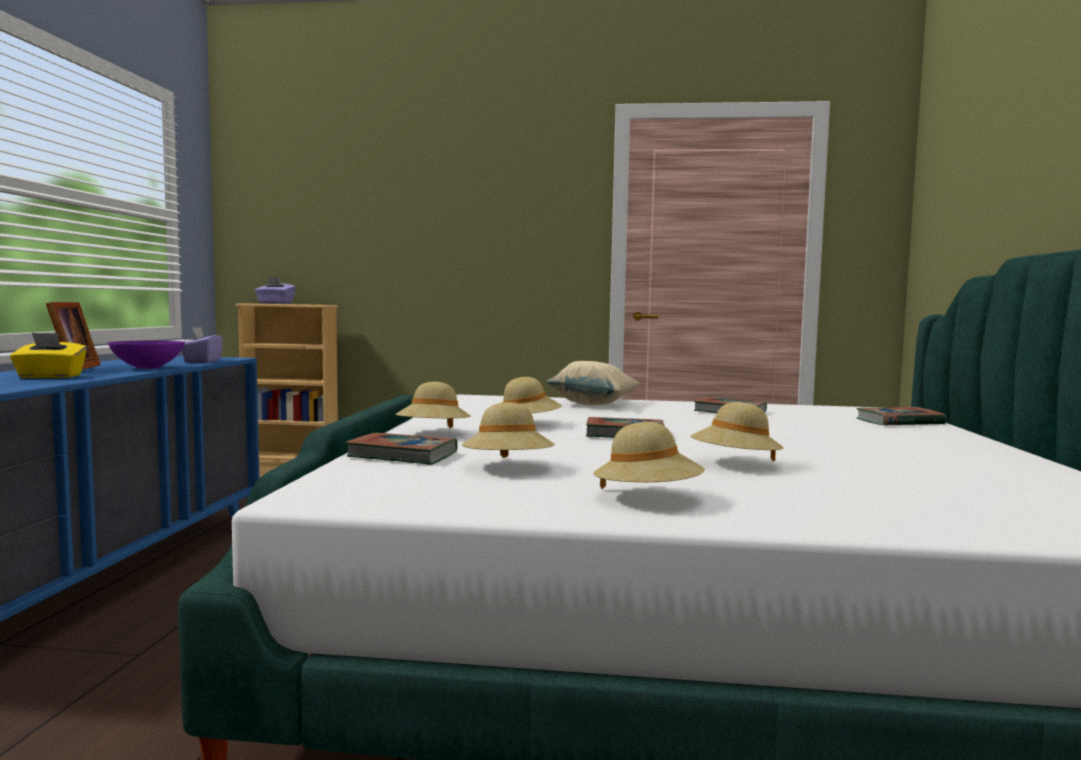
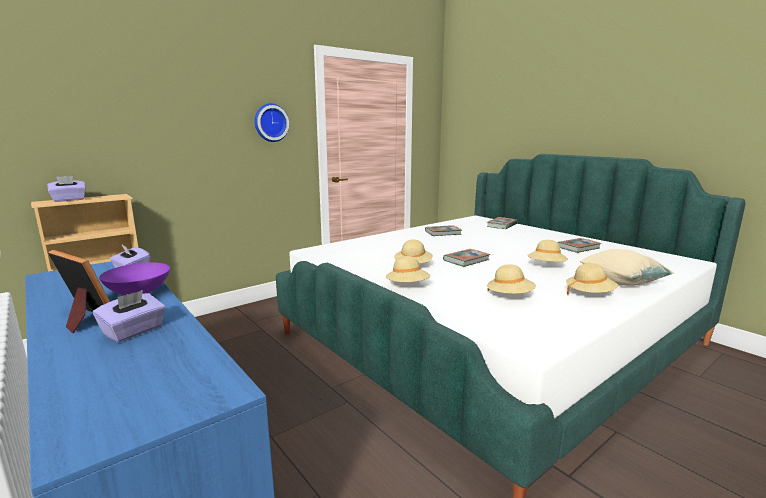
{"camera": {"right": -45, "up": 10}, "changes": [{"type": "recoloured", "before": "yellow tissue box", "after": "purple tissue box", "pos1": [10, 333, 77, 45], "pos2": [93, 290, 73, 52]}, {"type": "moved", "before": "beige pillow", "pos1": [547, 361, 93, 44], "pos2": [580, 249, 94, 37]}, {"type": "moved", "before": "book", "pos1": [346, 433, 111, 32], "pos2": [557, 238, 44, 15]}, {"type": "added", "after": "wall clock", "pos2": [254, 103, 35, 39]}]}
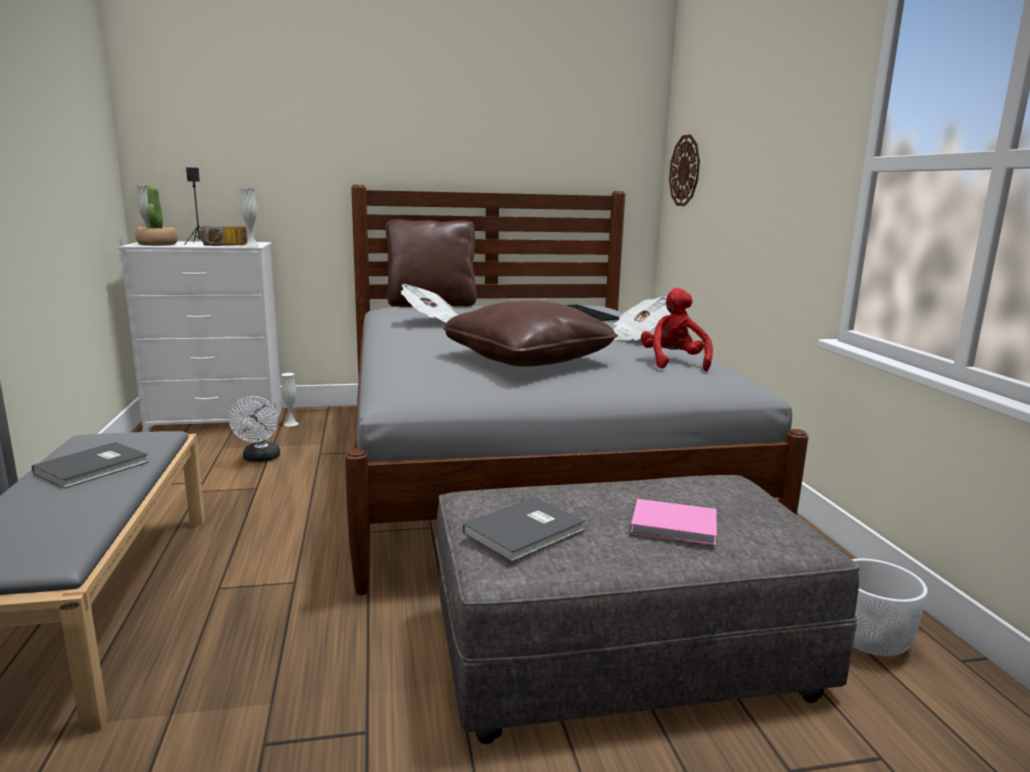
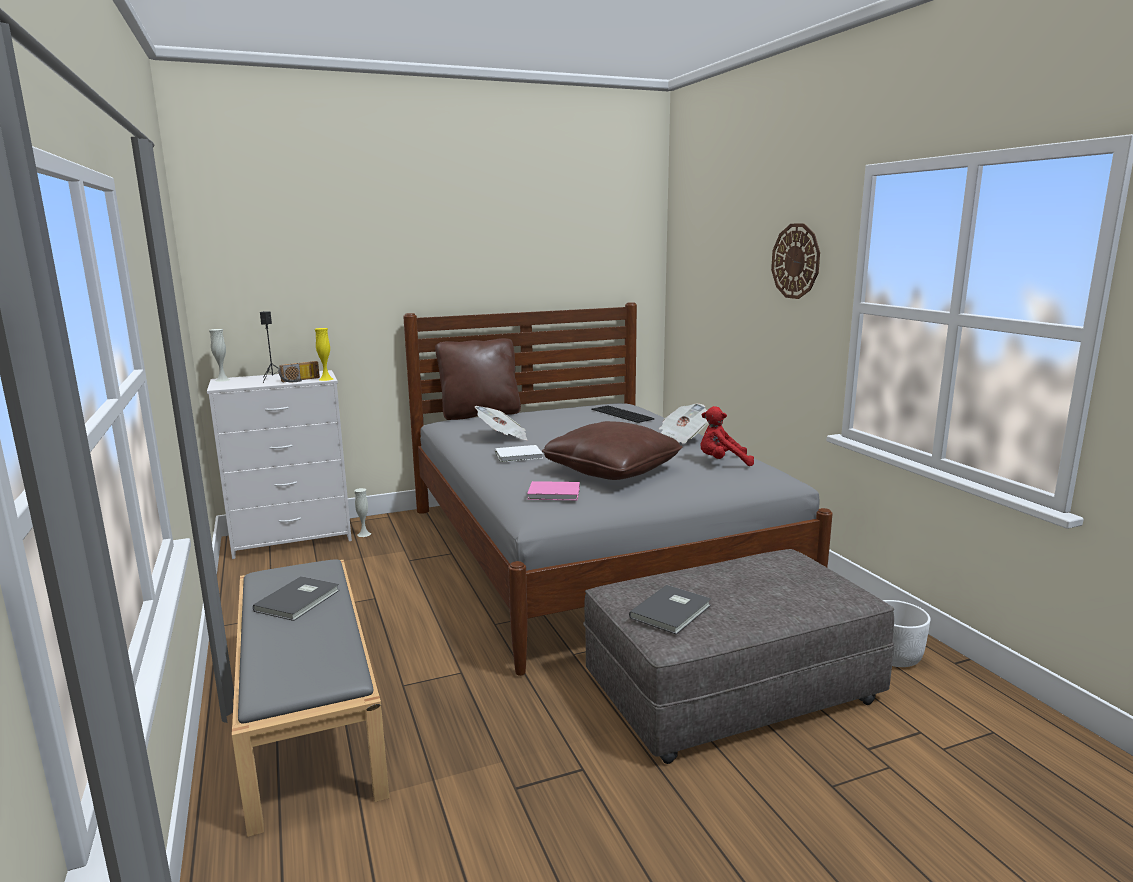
{"camera": {"right": -10, "up": 0}, "changes": [{"type": "moved", "before": "wall clock", "pos1": [669, 134, 31, 72], "pos2": [771, 223, 49, 76]}, {"type": "removed", "before": "potted plant", "pos1": [136, 186, 42, 60]}, {"type": "recoloured", "before": "white vase", "after": "yellow vase", "pos1": [240, 188, 20, 59], "pos2": [315, 328, 18, 53]}, {"type": "turned", "before": "red plush toy", "pos1": [641, 288, 72, 83], "pos2": [700, 406, 54, 60], "turn": -75}, {"type": "removed", "before": "white fan", "pos1": [229, 396, 51, 66]}, {"type": "moved", "before": "pink book", "pos1": [631, 499, 86, 47], "pos2": [527, 481, 53, 19]}, {"type": "added", "after": "white book", "pos2": [495, 445, 48, 17]}]}
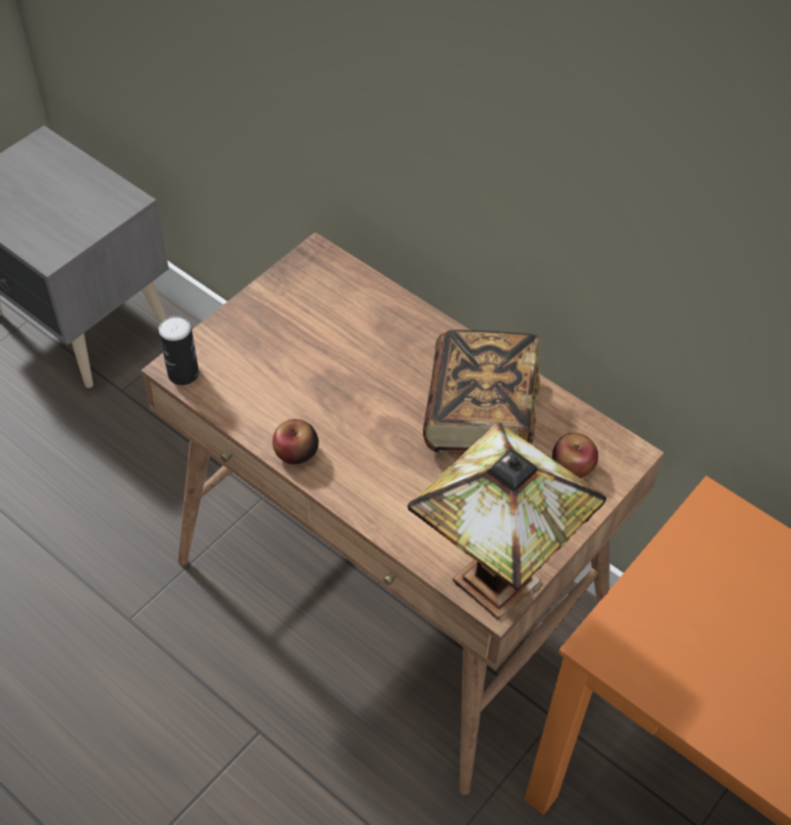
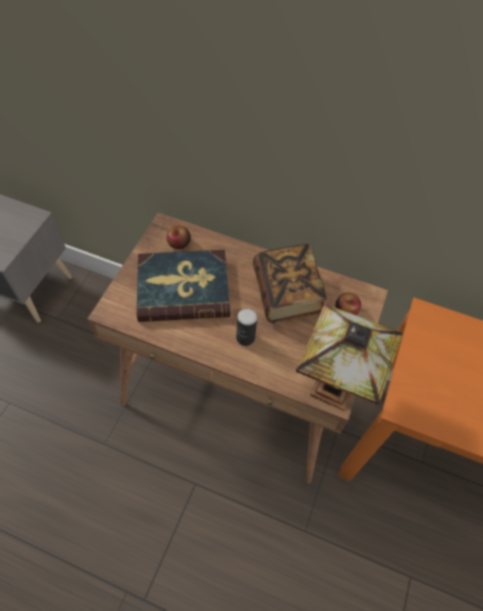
{"camera": {"right": -20, "up": 5}, "changes": [{"type": "moved", "before": "can", "pos1": [159, 316, 40, 69], "pos2": [236, 308, 21, 38]}, {"type": "moved", "before": "apple", "pos1": [273, 419, 46, 45], "pos2": [167, 226, 24, 23]}, {"type": "added", "after": "book", "pos2": [137, 250, 93, 72]}]}
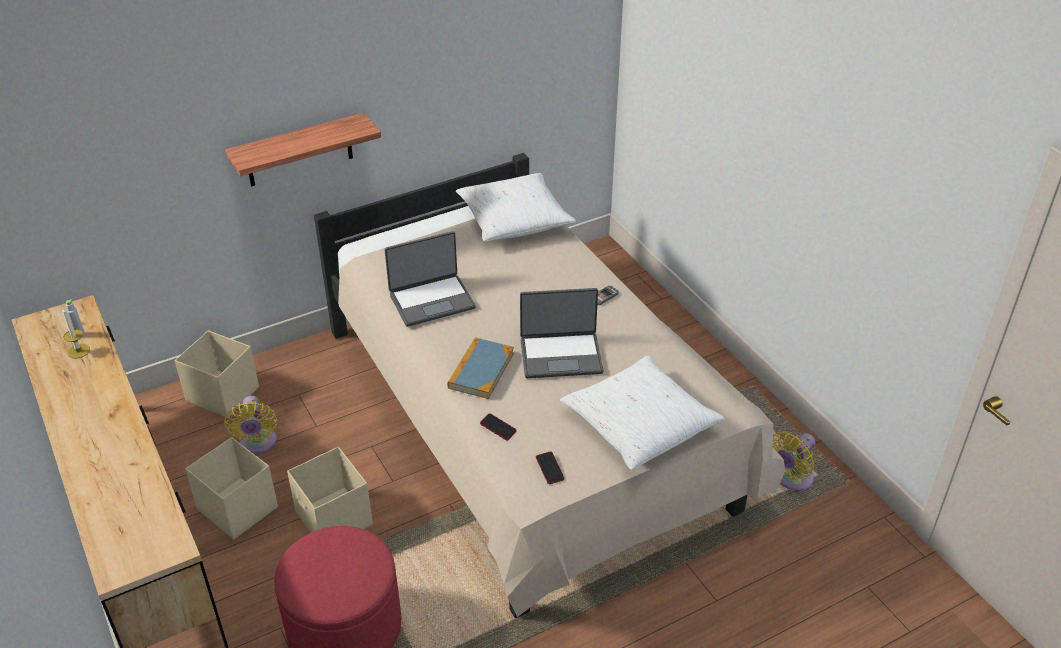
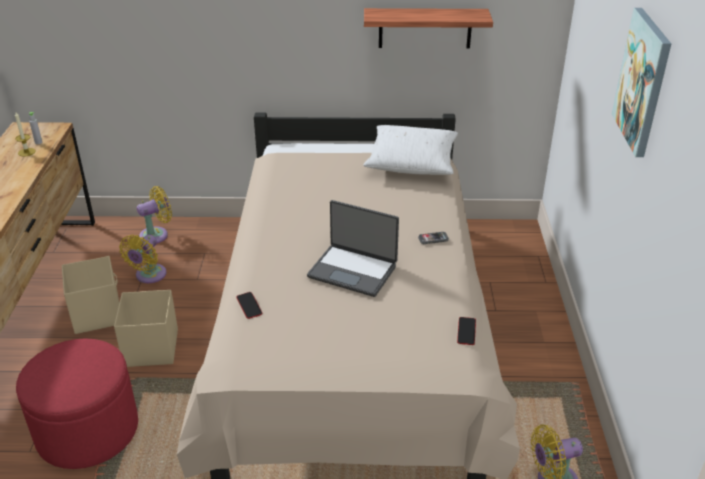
{"camera": {"right": 30, "up": -5}, "changes": [{"type": "moved", "before": "shelf", "pos1": [225, 113, 156, 73], "pos2": [364, 8, 129, 40]}, {"type": "removed", "before": "laptop", "pos1": [384, 231, 92, 96]}, {"type": "replaced", "before": "beige storage box", "after": "yellow fan", "pos1": [175, 330, 84, 88], "pos2": [137, 186, 35, 57]}, {"type": "removed", "before": "book", "pos1": [447, 337, 67, 62]}, {"type": "removed", "before": "white pillow", "pos1": [560, 355, 165, 115]}, {"type": "moved", "before": "phone", "pos1": [536, 451, 28, 33], "pos2": [457, 317, 19, 28]}, {"type": "added", "after": "picture", "pos2": [612, 8, 59, 149]}]}
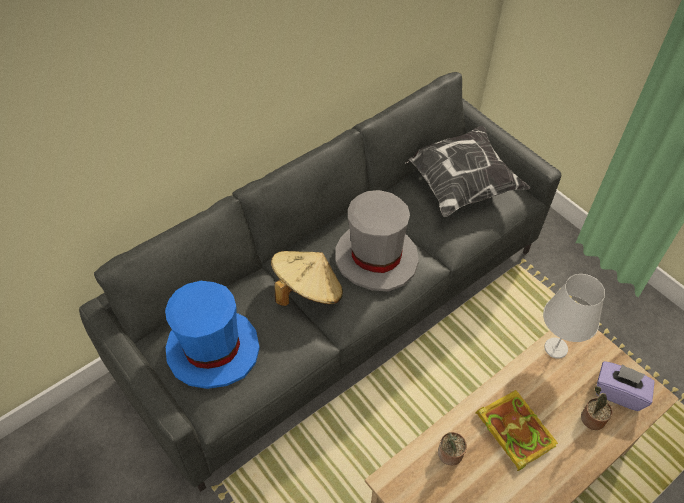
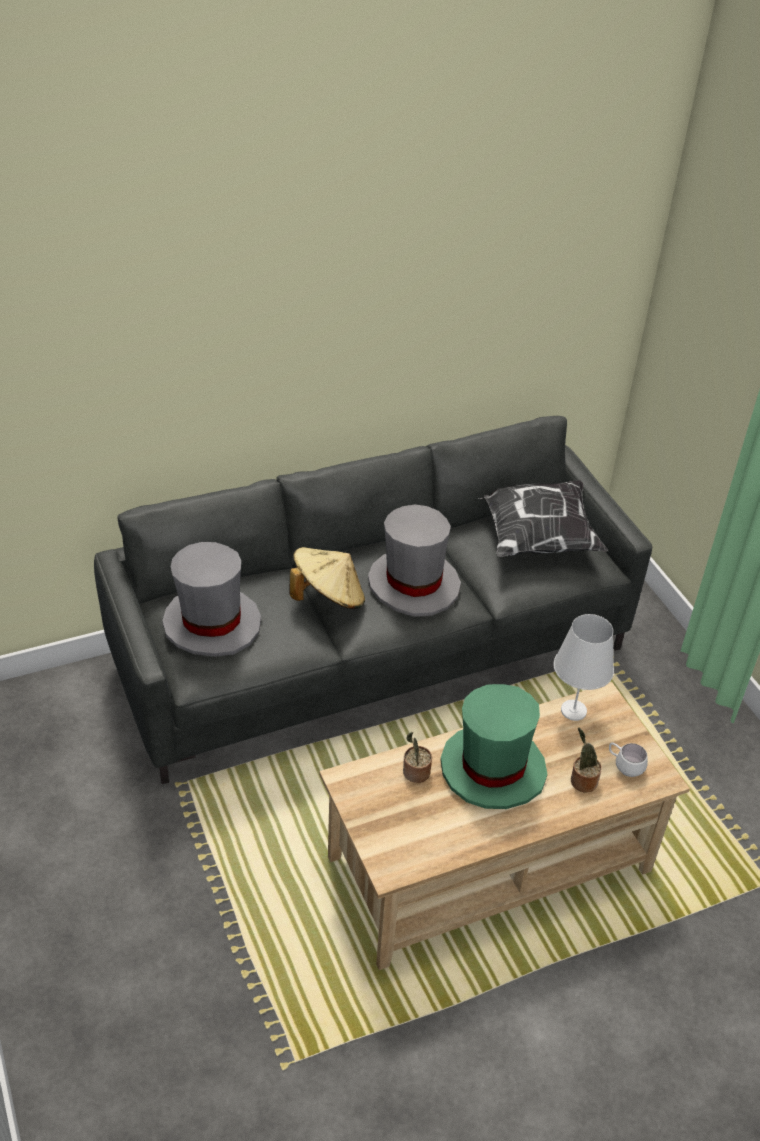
{"camera": {"right": 15, "up": -10}, "changes": [{"type": "recoloured", "before": "blue hat", "after": "grey hat", "pos1": [165, 281, 95, 108], "pos2": [162, 542, 99, 115]}, {"type": "replaced", "before": "purple tissue box", "after": "white mug", "pos1": [596, 361, 59, 50], "pos2": [609, 742, 39, 35]}, {"type": "replaced", "before": "book", "after": "green hat", "pos1": [475, 390, 83, 81], "pos2": [440, 684, 107, 125]}]}
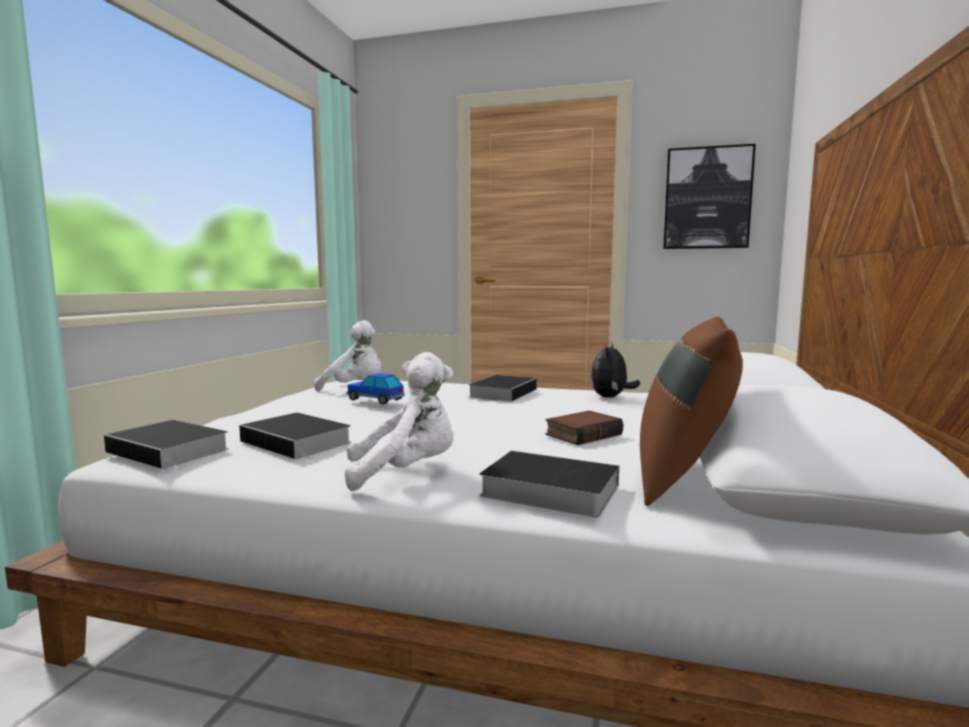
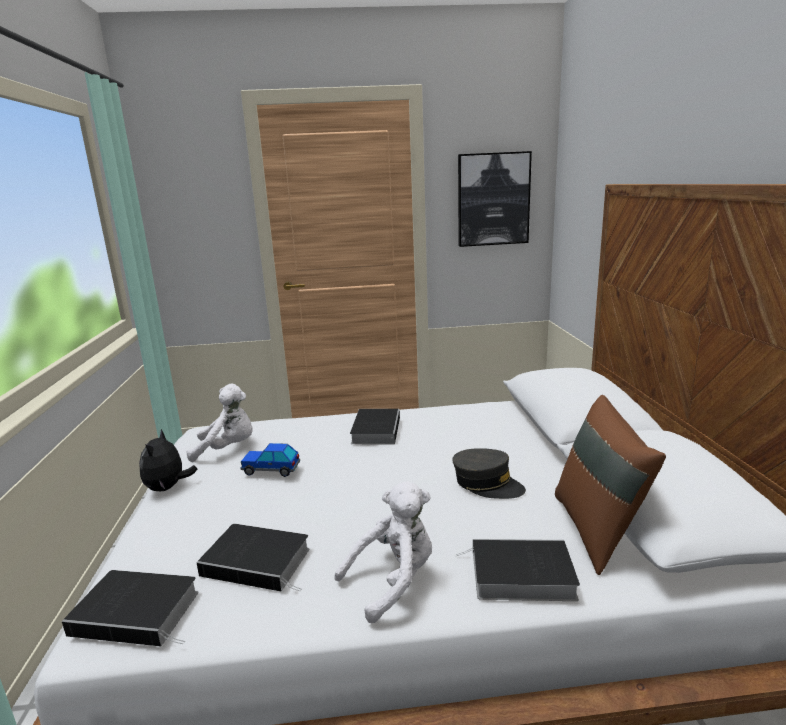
{"camera": {"right": -20, "up": 10}, "changes": [{"type": "moved", "before": "plush toy", "pos1": [591, 343, 49, 55], "pos2": [139, 429, 58, 62]}, {"type": "replaced", "before": "book", "after": "grey cap", "pos1": [545, 411, 78, 34], "pos2": [452, 448, 74, 51]}]}
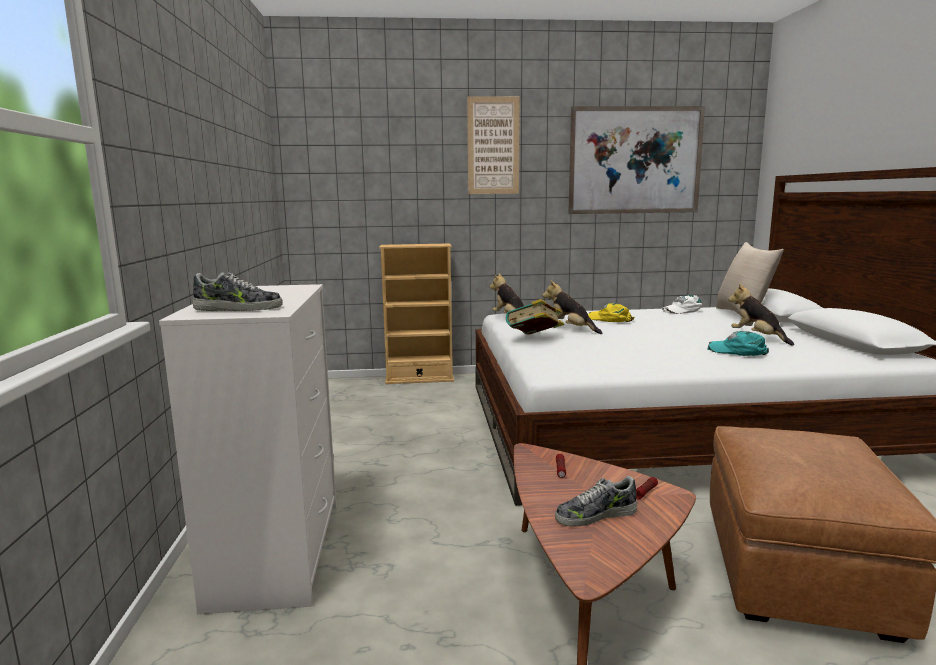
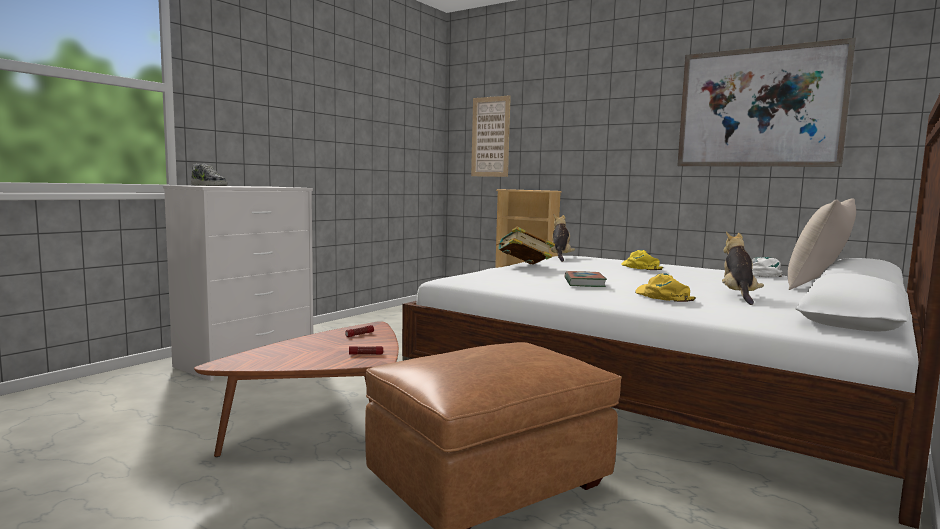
{"camera": {"right": 40, "up": -5}, "changes": [{"type": "moved", "before": "picture", "pos1": [467, 97, 53, 97], "pos2": [471, 95, 40, 82]}, {"type": "removed", "before": "plush toy", "pos1": [542, 281, 61, 53]}, {"type": "recoloured", "before": "turquoise cap", "after": "yellow cap", "pos1": [707, 331, 62, 25], "pos2": [635, 273, 61, 29]}, {"type": "removed", "before": "shoe", "pos1": [555, 476, 83, 51]}, {"type": "added", "after": "book", "pos2": [565, 271, 42, 16]}]}
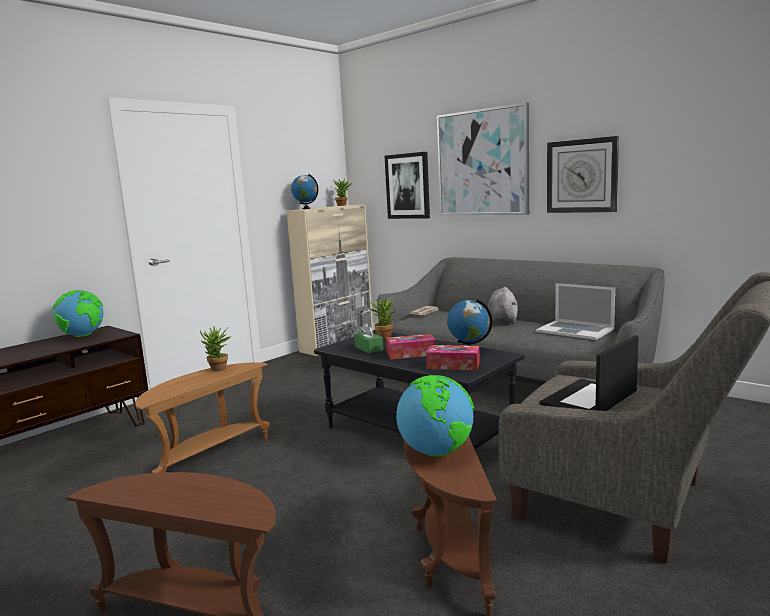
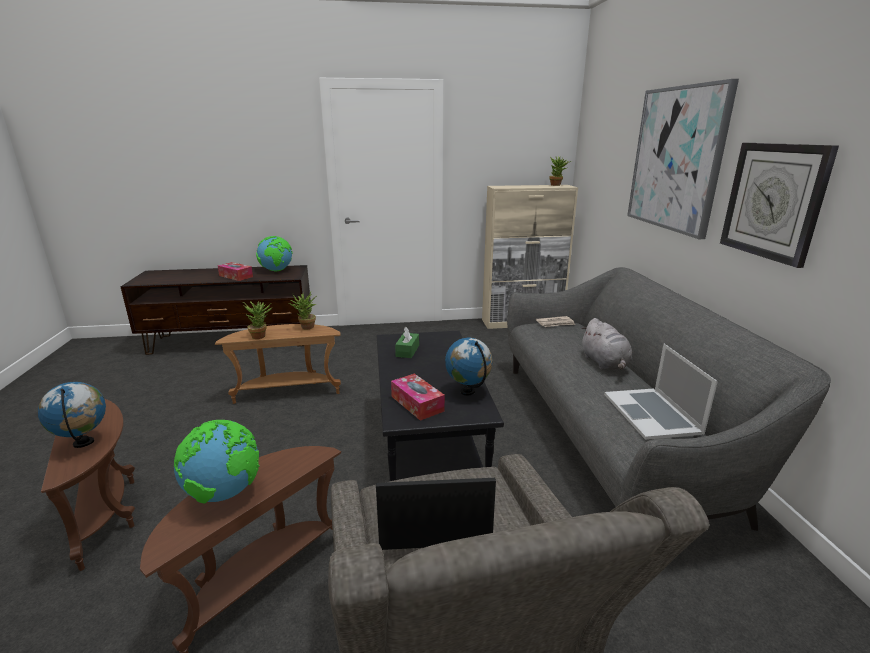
{"camera": {"right": 40, "up": 10}, "changes": [{"type": "removed", "before": "picture", "pos1": [385, 152, 45, 67]}, {"type": "moved", "before": "globe", "pos1": [291, 174, 27, 35], "pos2": [38, 382, 68, 66]}, {"type": "turned", "before": "grey plush toy", "pos1": [488, 287, 30, 37], "pos2": [581, 318, 51, 52], "turn": 120}, {"type": "moved", "before": "potted plant", "pos1": [368, 297, 28, 41], "pos2": [243, 301, 30, 38]}, {"type": "moved", "before": "tissue box", "pos1": [386, 334, 50, 26], "pos2": [218, 262, 35, 19]}]}
